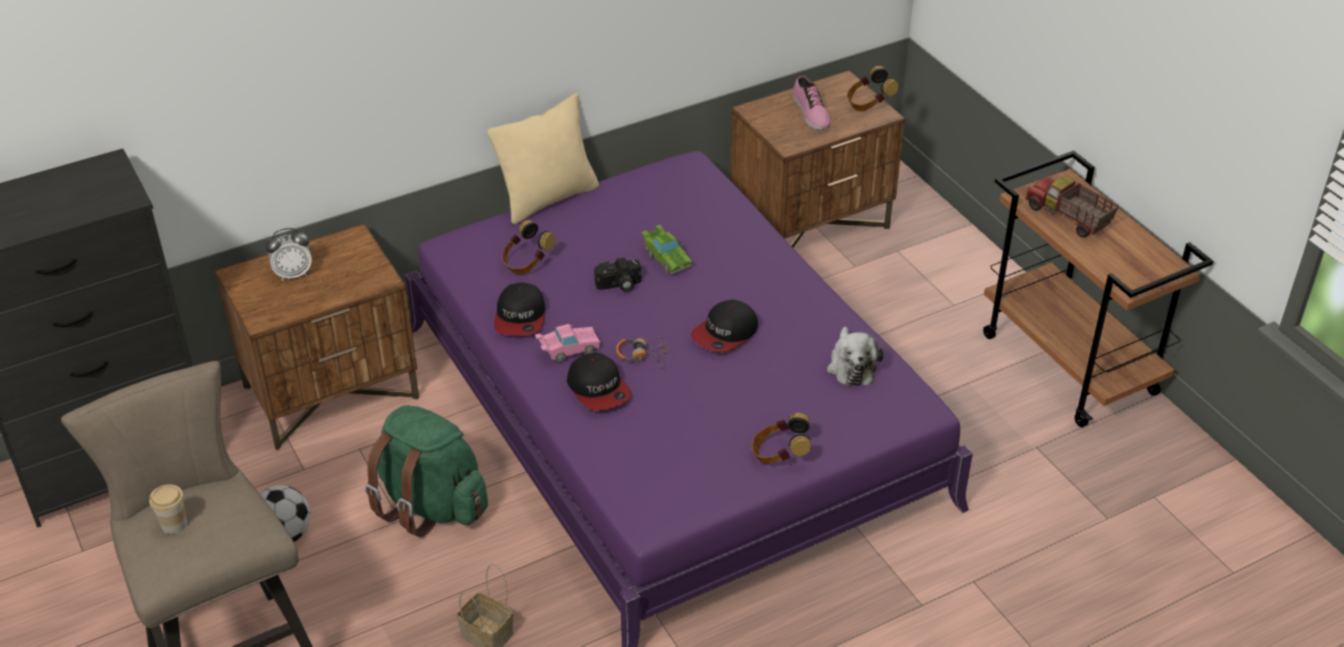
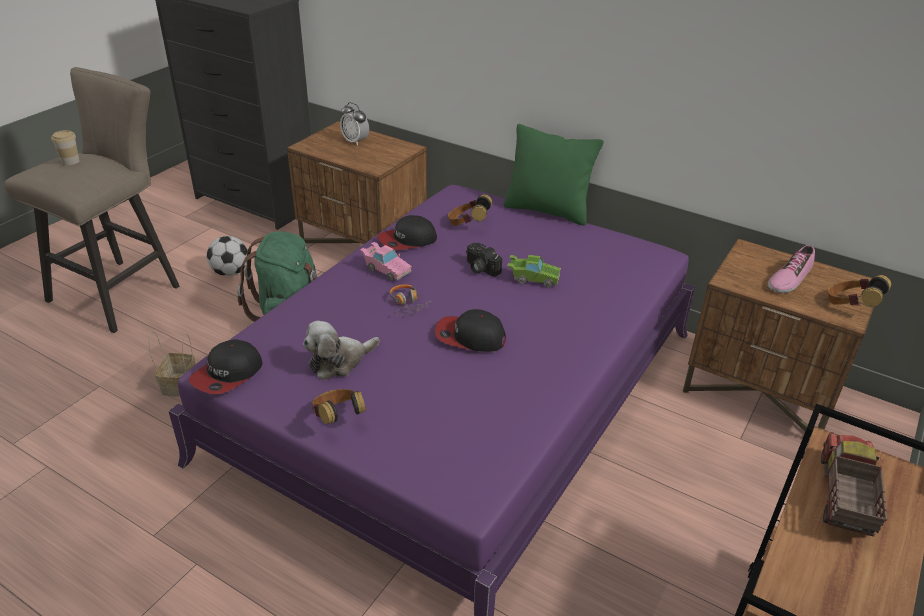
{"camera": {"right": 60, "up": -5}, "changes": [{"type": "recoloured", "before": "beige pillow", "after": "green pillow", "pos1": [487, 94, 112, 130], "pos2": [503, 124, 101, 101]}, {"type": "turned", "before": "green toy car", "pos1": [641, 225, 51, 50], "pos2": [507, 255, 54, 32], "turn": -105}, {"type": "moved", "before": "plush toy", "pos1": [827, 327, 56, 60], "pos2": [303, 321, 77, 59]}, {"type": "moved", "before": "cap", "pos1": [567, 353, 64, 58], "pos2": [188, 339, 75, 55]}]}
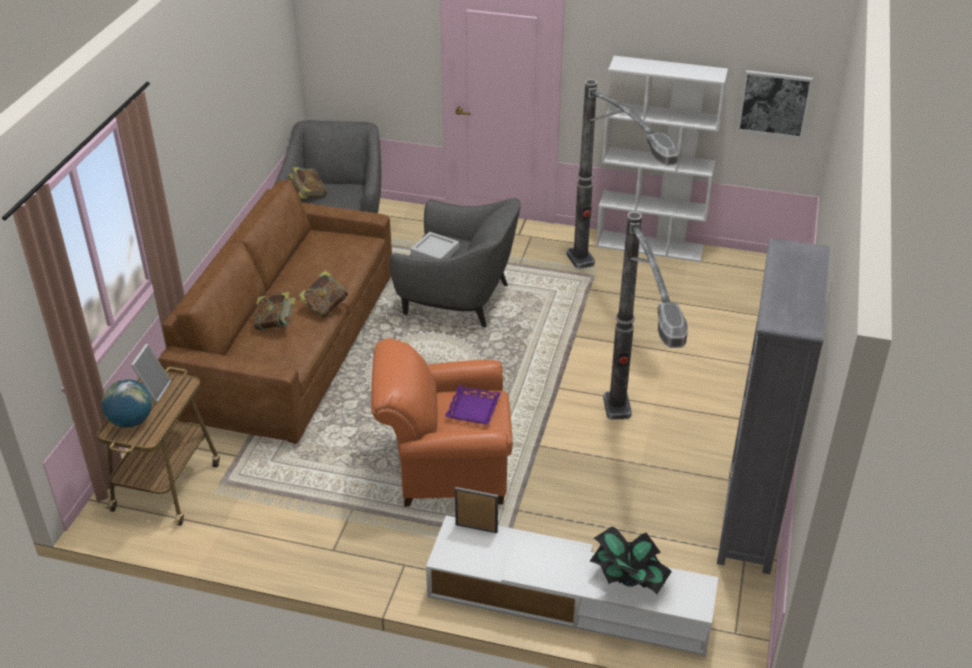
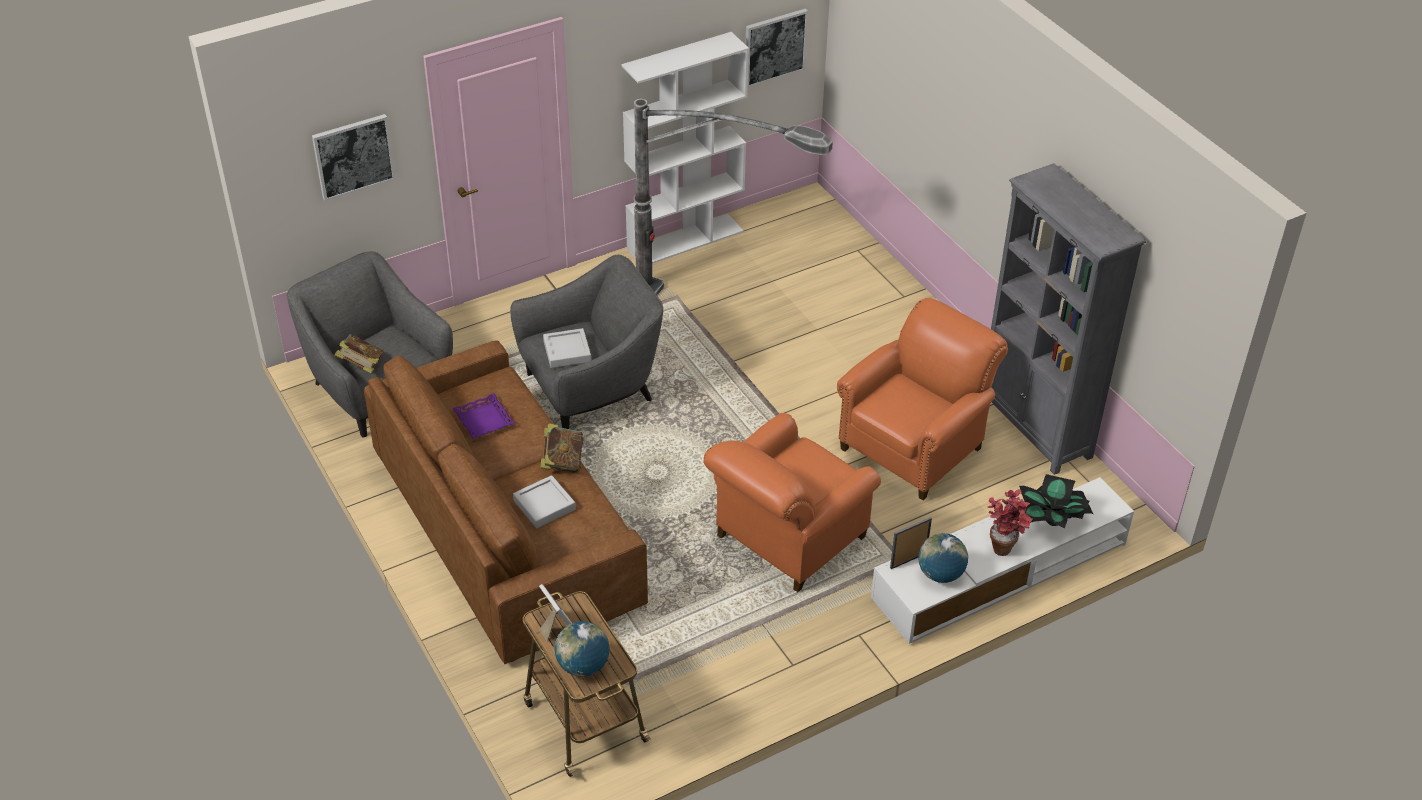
{"camera": {"right": -45, "up": 5}, "changes": [{"type": "replaced", "before": "floor lamp", "after": "orange armchair", "pos1": [603, 212, 85, 208], "pos2": [837, 298, 171, 202]}, {"type": "replaced", "before": "book", "after": "grey tray", "pos1": [253, 292, 43, 38], "pos2": [513, 475, 63, 53]}, {"type": "moved", "before": "purple tray", "pos1": [445, 385, 56, 39], "pos2": [453, 393, 62, 46]}, {"type": "added", "after": "picture", "pos2": [312, 114, 84, 87]}, {"type": "added", "after": "potted plant", "pos2": [987, 489, 46, 67]}, {"type": "added", "after": "globe", "pos2": [918, 533, 50, 50]}]}
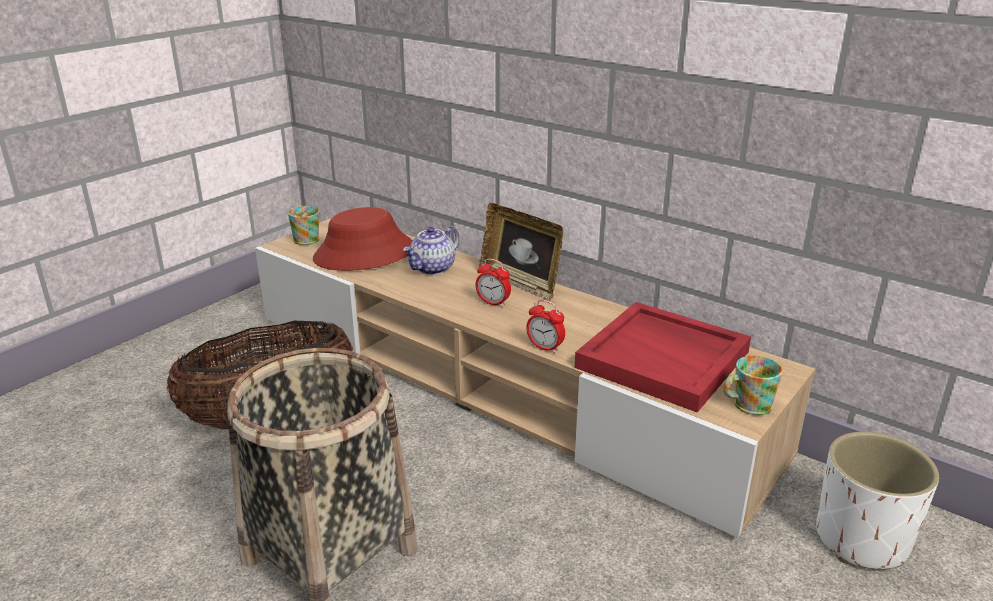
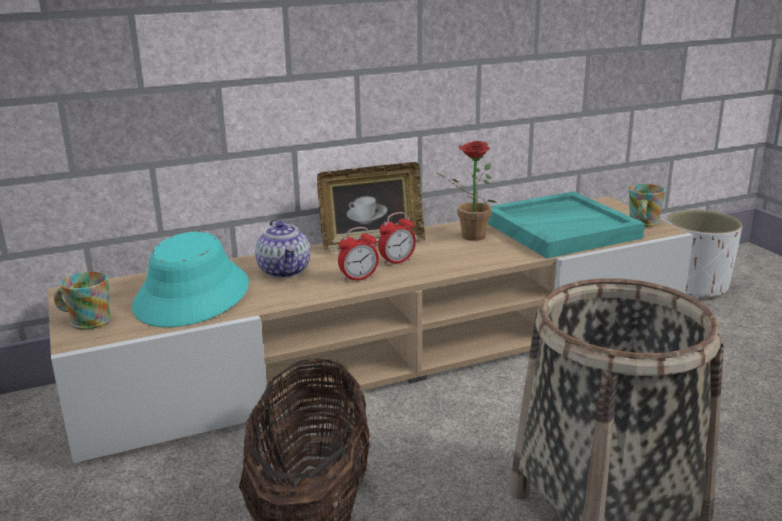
{"camera": {"right": -60, "up": -5}, "changes": [{"type": "recoloured", "before": "red hat", "after": "turquoise hat", "pos1": [313, 207, 100, 64], "pos2": [132, 231, 117, 96]}, {"type": "moved", "before": "alarm clock", "pos1": [526, 300, 39, 53], "pos2": [338, 227, 41, 56]}, {"type": "recoloured", "before": "red tray", "after": "turquoise tray", "pos1": [575, 302, 176, 111], "pos2": [488, 191, 157, 68]}, {"type": "added", "after": "potted plant", "pos2": [435, 141, 62, 100]}]}
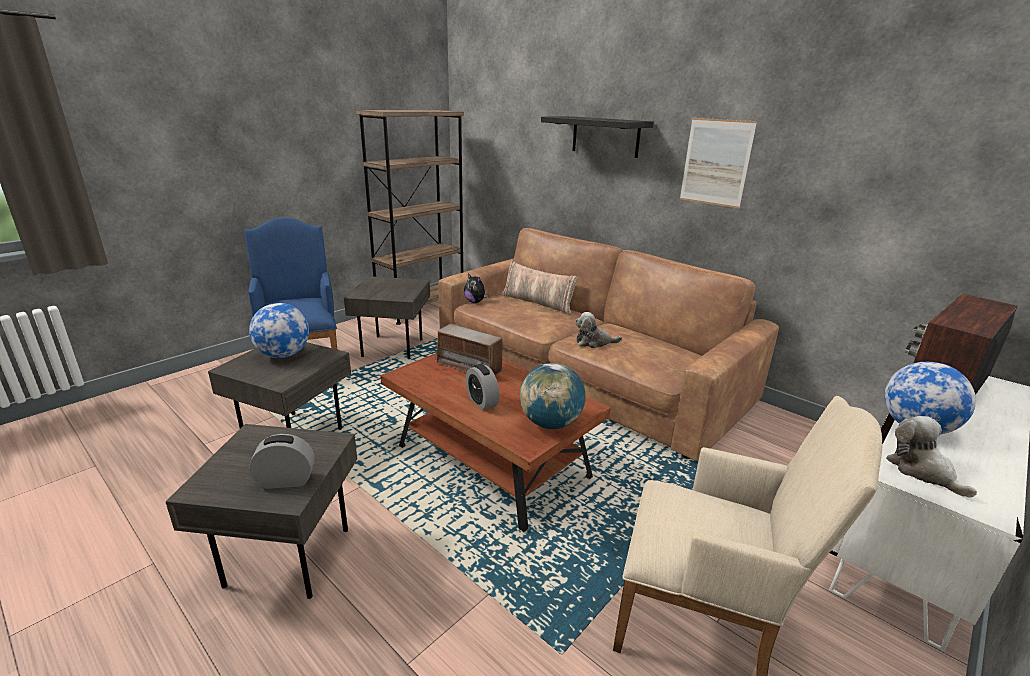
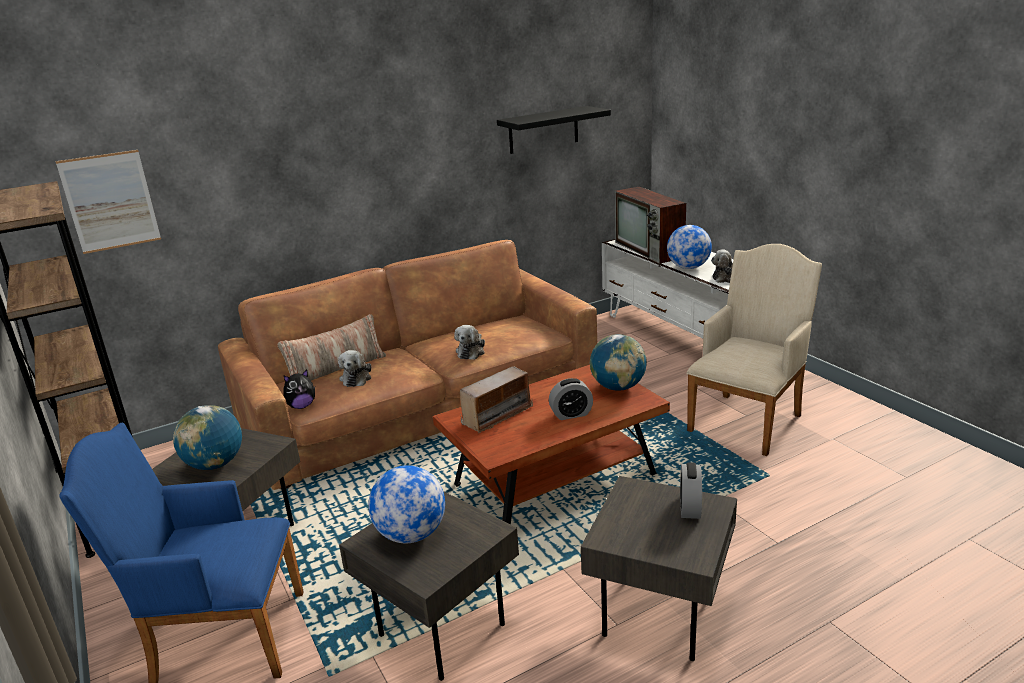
{"camera": {"right": -70, "up": 0}, "changes": [{"type": "moved", "before": "black shelf", "pos1": [541, 116, 113, 42], "pos2": [497, 106, 114, 48]}, {"type": "moved", "before": "picture", "pos1": [680, 118, 77, 90], "pos2": [55, 150, 106, 104]}, {"type": "added", "after": "plush toy", "pos2": [338, 350, 33, 37]}, {"type": "added", "after": "globe", "pos2": [173, 405, 69, 65]}]}
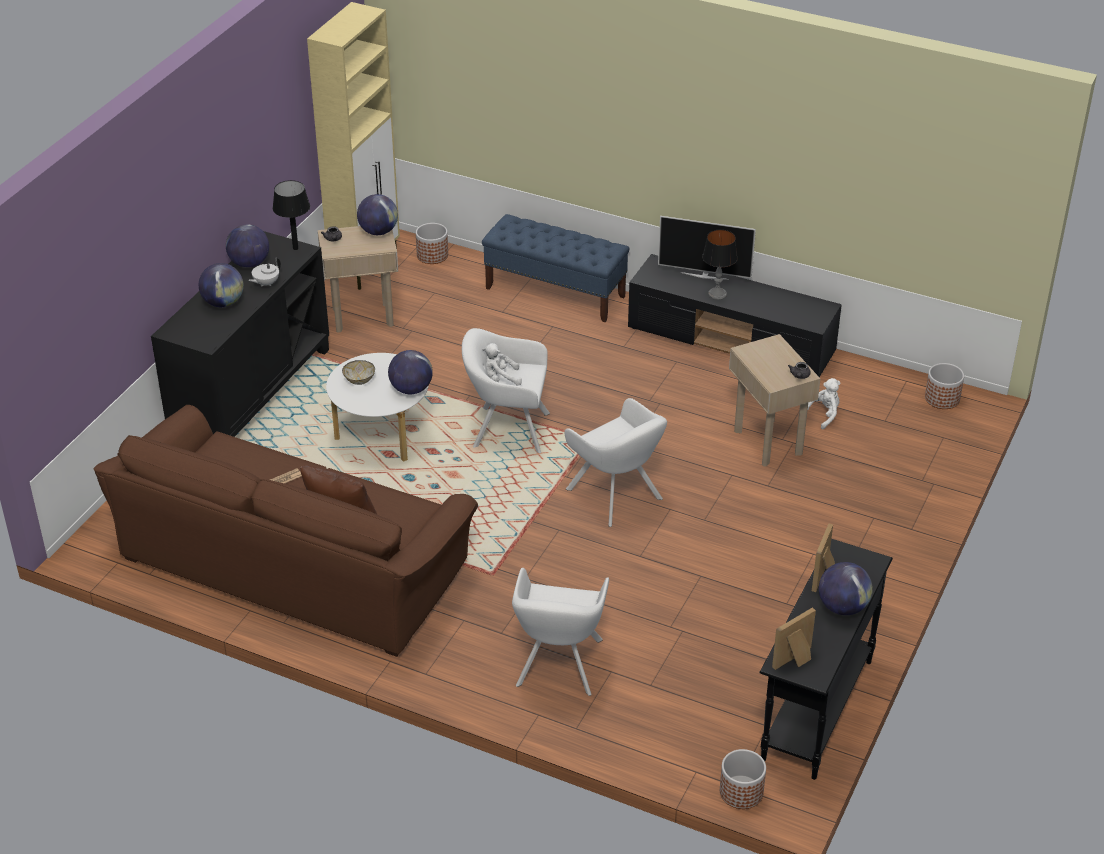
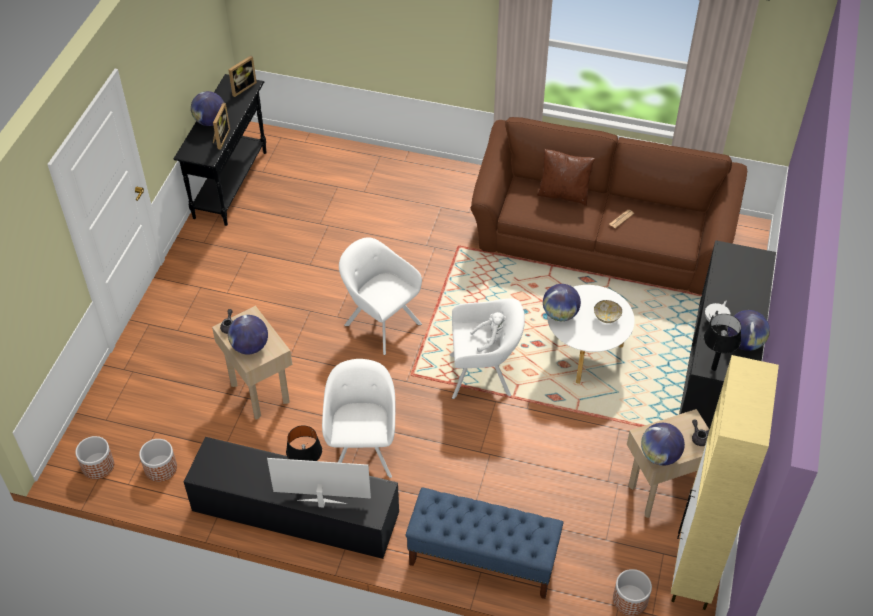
{"camera": {"right": 170, "up": 10}, "changes": [{"type": "moved", "before": "globe", "pos1": [199, 263, 45, 44], "pos2": [228, 315, 40, 39]}, {"type": "removed", "before": "white plush toy", "pos1": [808, 378, 33, 52]}, {"type": "moved", "before": "white armchair", "pos1": [512, 568, 97, 128], "pos2": [322, 359, 73, 119]}, {"type": "moved", "before": "planter", "pos1": [720, 749, 46, 60], "pos2": [139, 439, 38, 43]}]}
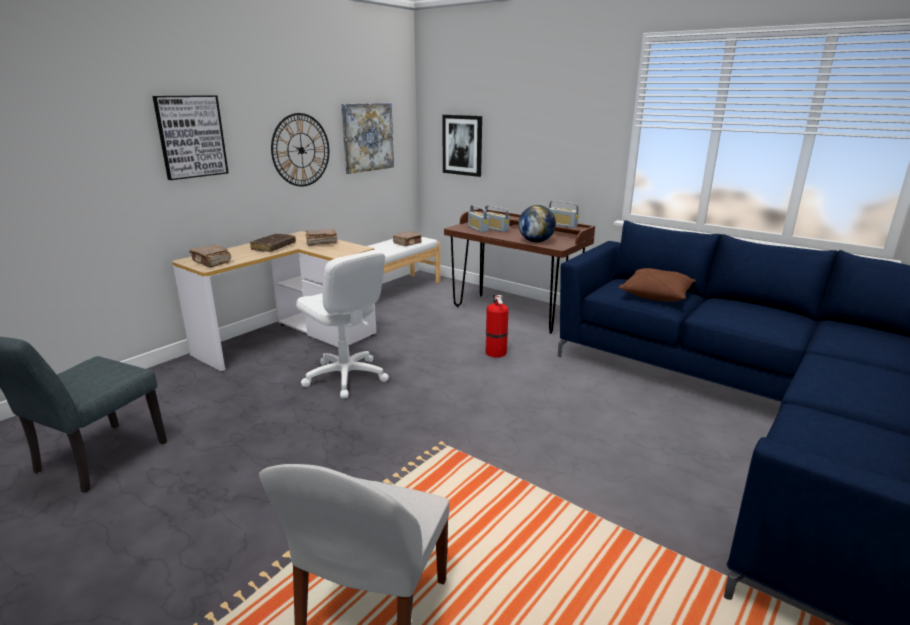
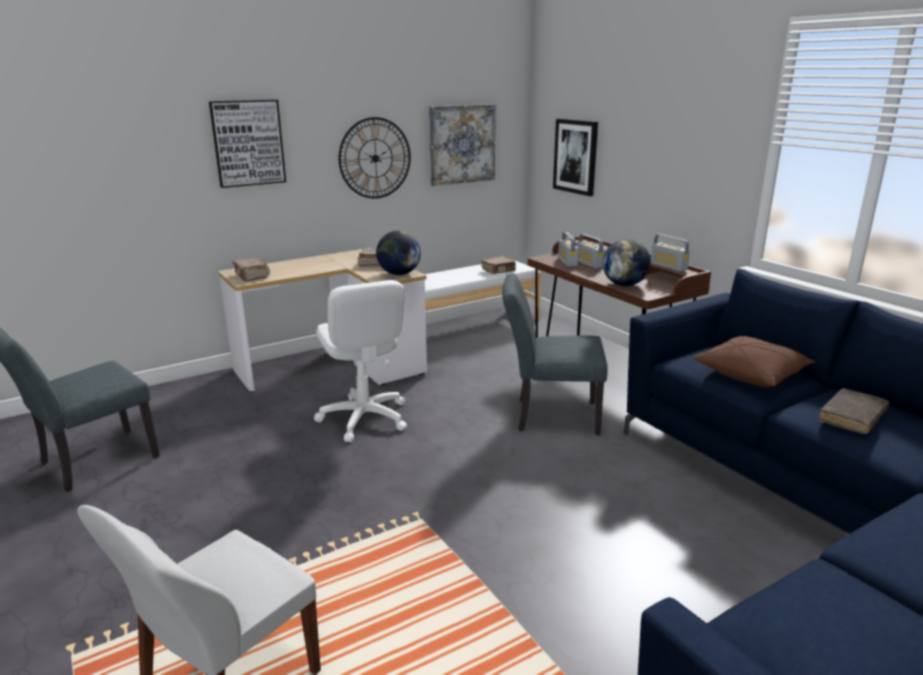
{"camera": {"right": 20, "up": 0}, "changes": [{"type": "moved", "before": "brown book", "pos1": [250, 234, 46, 18], "pos2": [819, 388, 70, 46]}, {"type": "replaced", "before": "fire extinguisher", "after": "grey chair", "pos1": [486, 294, 23, 64], "pos2": [502, 273, 106, 162]}, {"type": "added", "after": "globe", "pos2": [376, 231, 45, 44]}]}
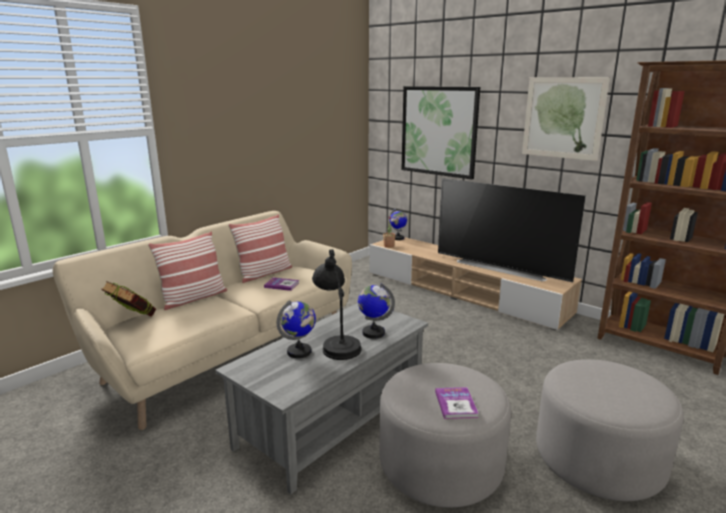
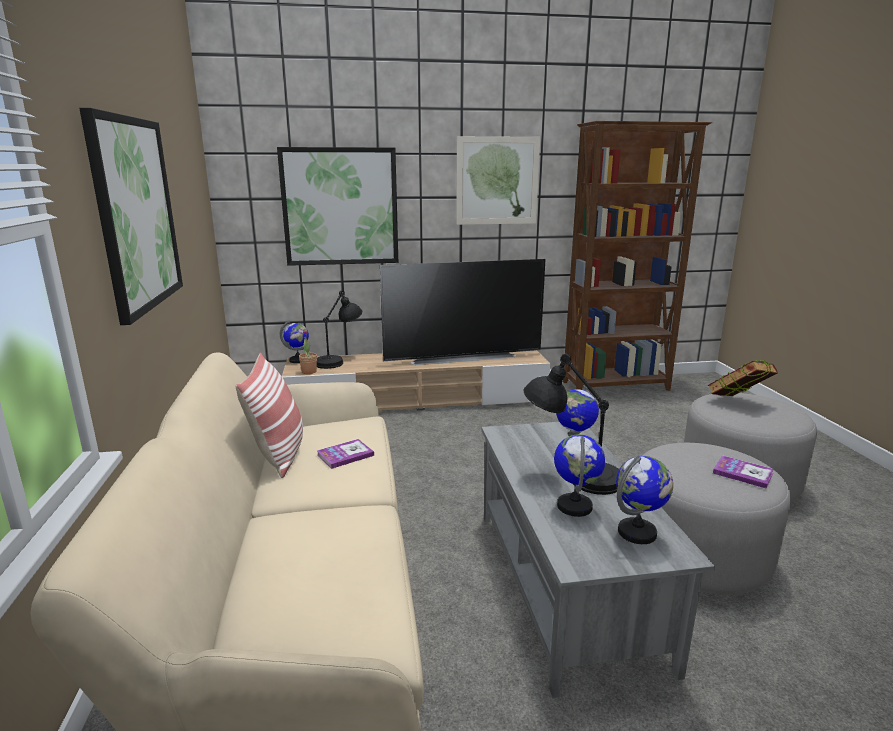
{"camera": {"right": -50, "up": 0}, "changes": [{"type": "removed", "before": "pillow", "pos1": [148, 232, 79, 78]}, {"type": "moved", "before": "book", "pos1": [101, 281, 55, 36], "pos2": [708, 360, 70, 36]}, {"type": "added", "after": "picture", "pos2": [79, 108, 104, 217]}, {"type": "added", "after": "black table lamp", "pos2": [317, 290, 45, 79]}, {"type": "added", "after": "globe", "pos2": [616, 455, 57, 89]}]}
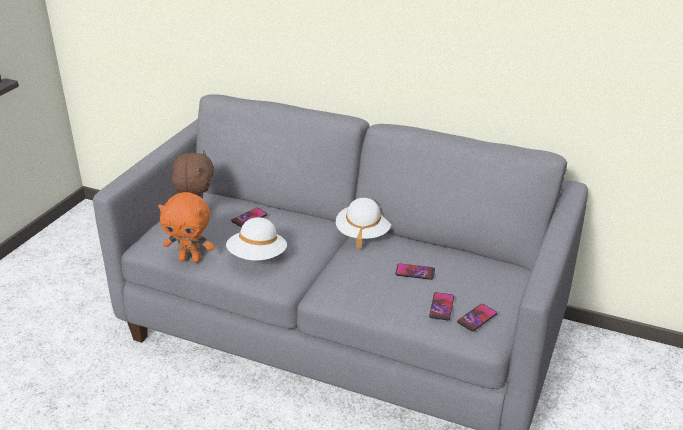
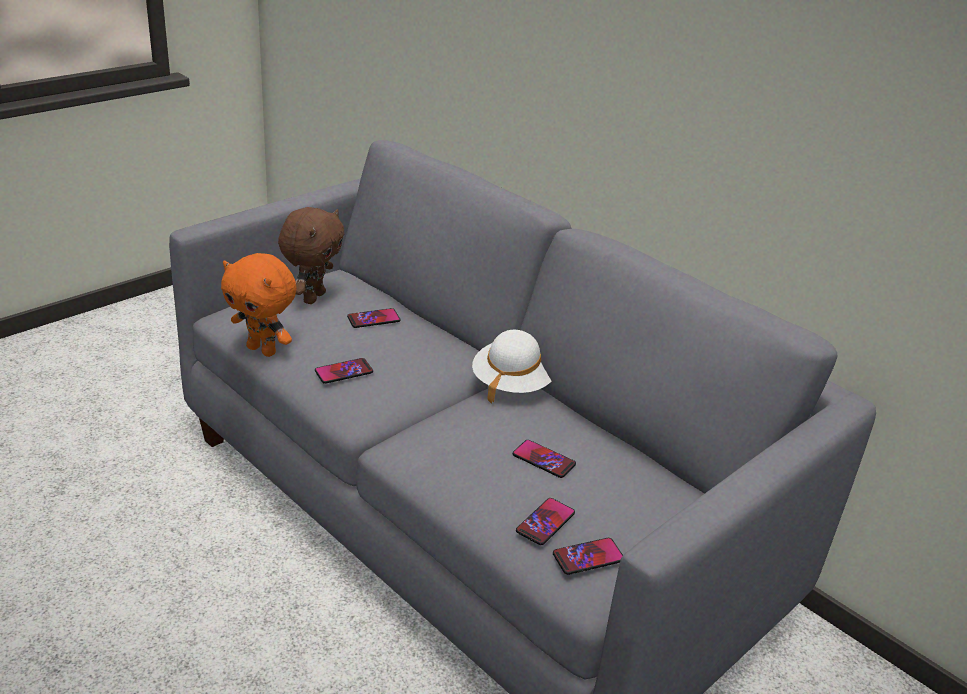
{"camera": {"right": 20, "up": 0}, "changes": [{"type": "replaced", "before": "white hat", "after": "phone", "pos1": [226, 217, 61, 44], "pos2": [315, 358, 58, 26]}]}
